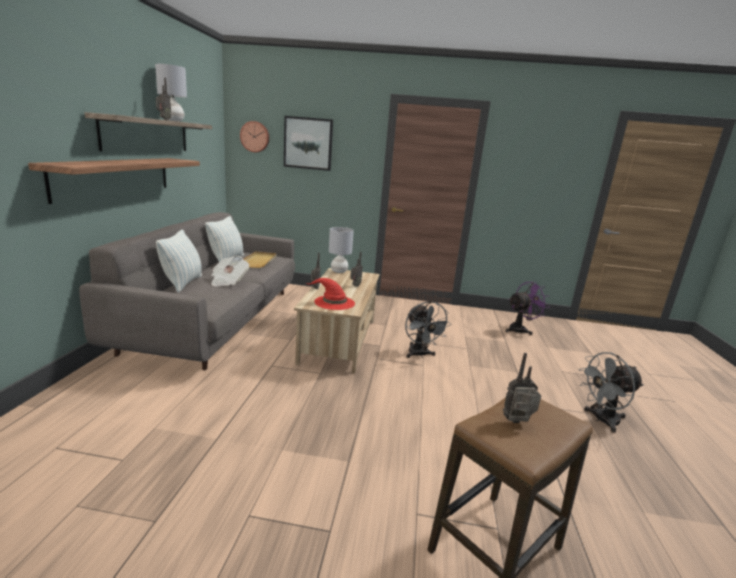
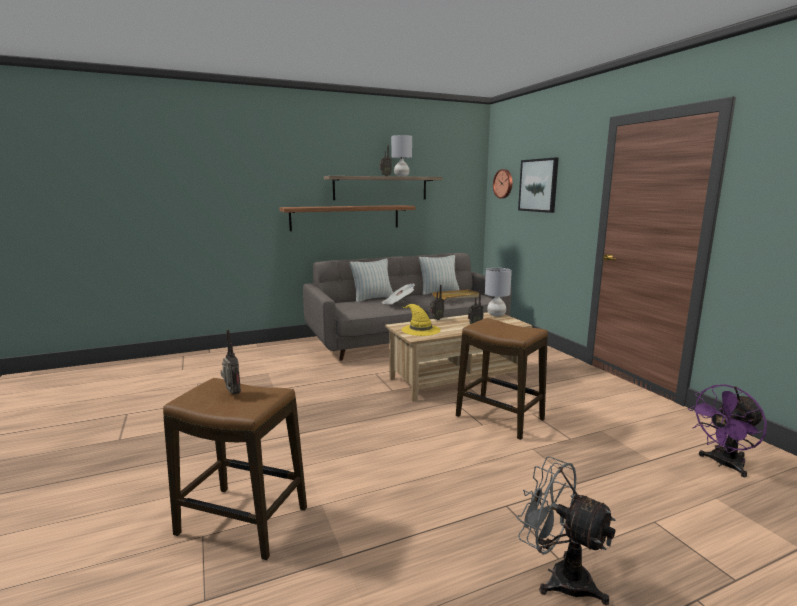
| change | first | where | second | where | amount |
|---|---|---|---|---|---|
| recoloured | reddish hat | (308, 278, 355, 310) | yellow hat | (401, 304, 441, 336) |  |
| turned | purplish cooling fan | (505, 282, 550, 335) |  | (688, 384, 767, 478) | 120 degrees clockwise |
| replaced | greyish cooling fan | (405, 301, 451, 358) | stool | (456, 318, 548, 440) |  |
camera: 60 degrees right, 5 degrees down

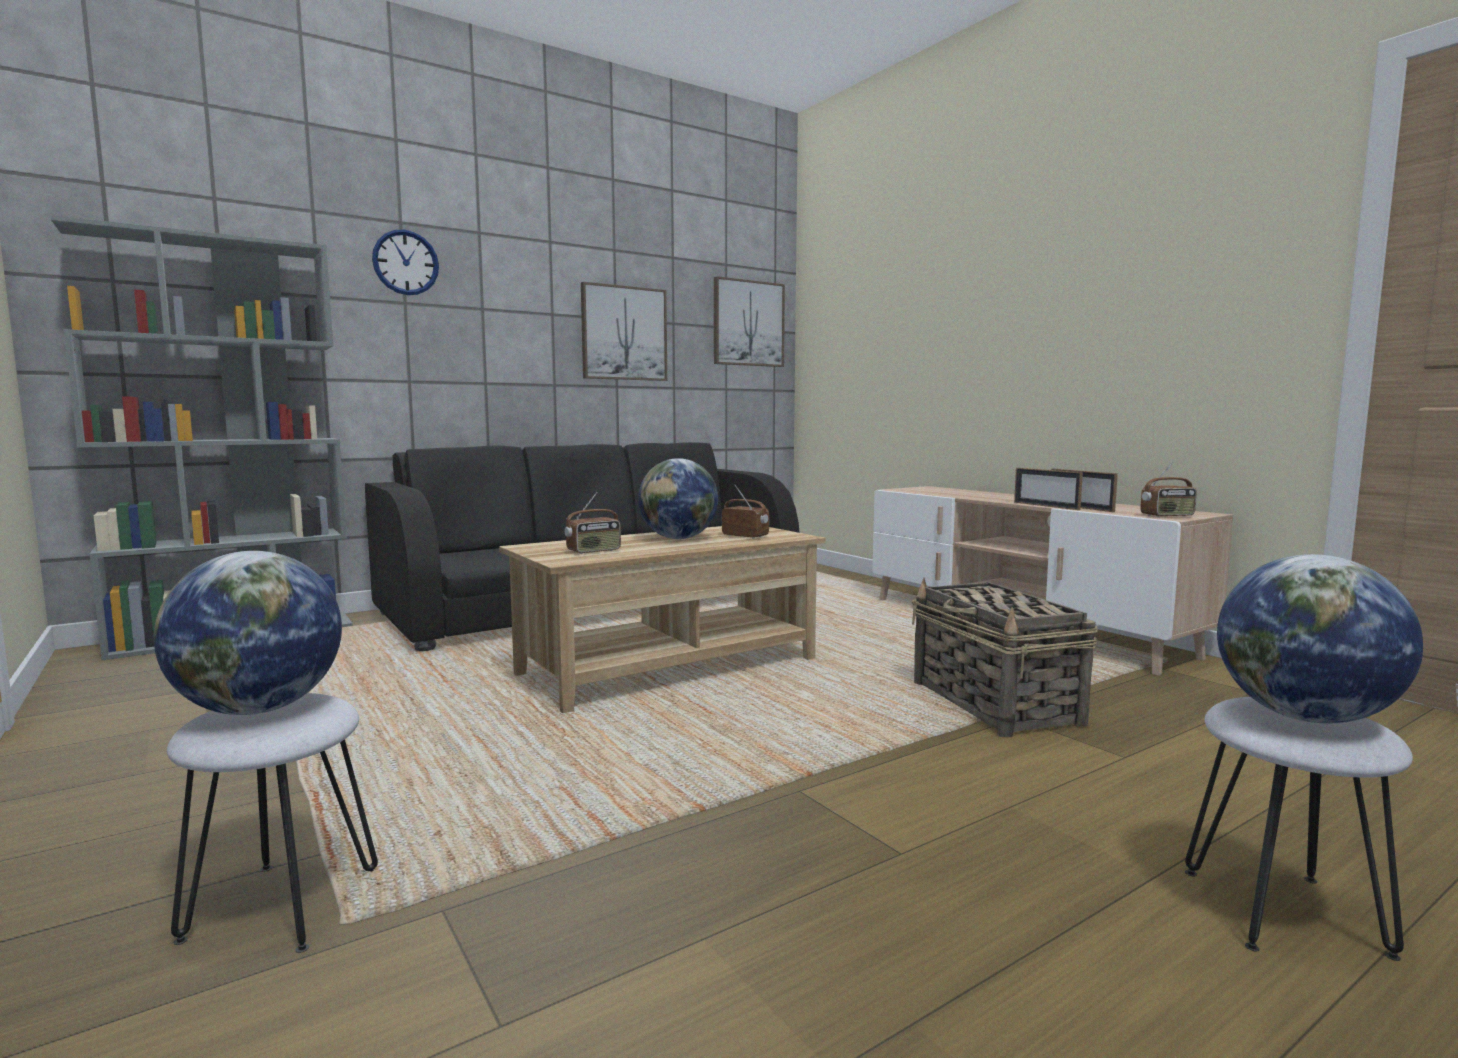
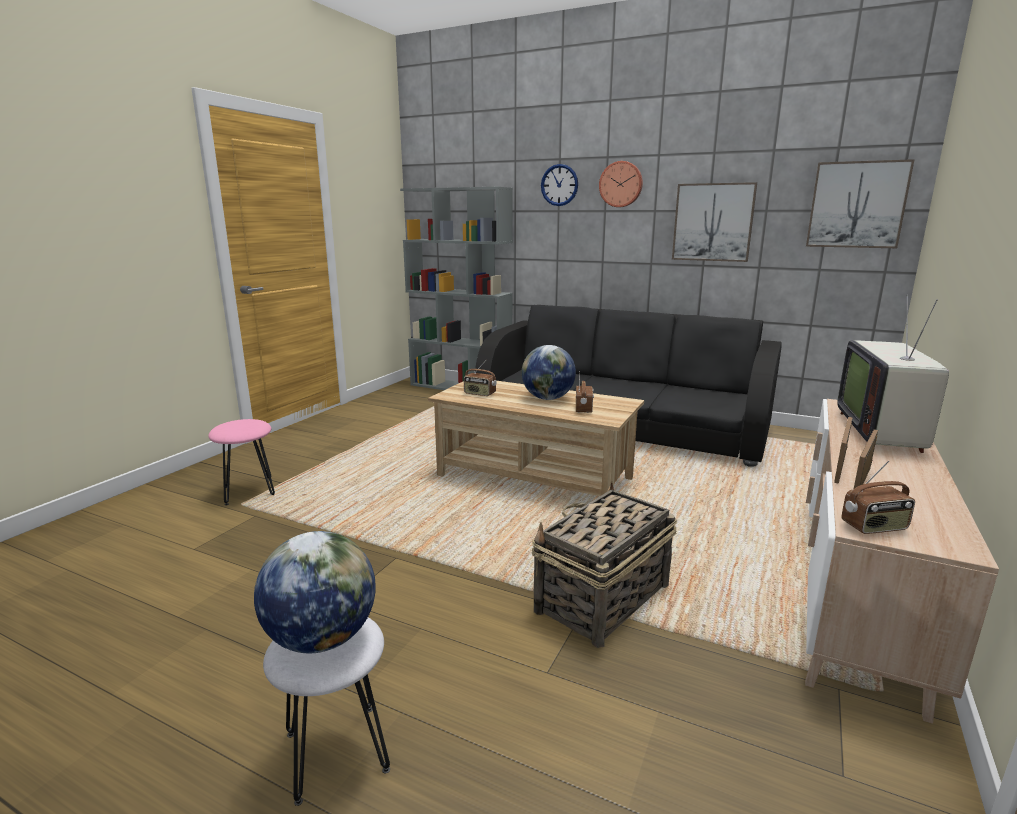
| change | first | where | second | where | amount |
|---|---|---|---|---|---|
| turned | radio receiver | (1140, 461, 1197, 517) |  | (841, 461, 915, 534) | 60 degrees counterclockwise |
| removed | desk globe | (154, 551, 342, 715) |  |  |  |
| recoloured | white-coloured stool | (167, 693, 378, 953) | pinkish stool | (208, 419, 275, 506) |  |
| added |  |  | clock on the wall | (599, 161, 643, 207) |  |
| added |  |  | television | (837, 294, 949, 453) |  |
camera: 60 degrees right, 10 degrees up

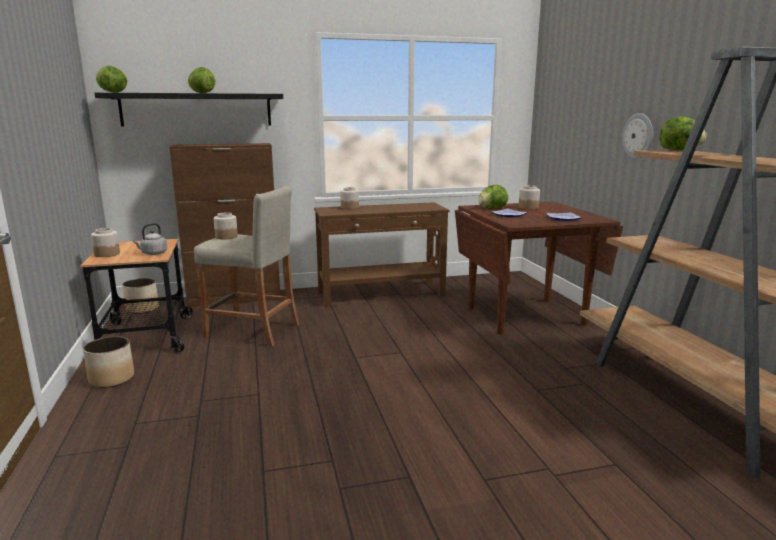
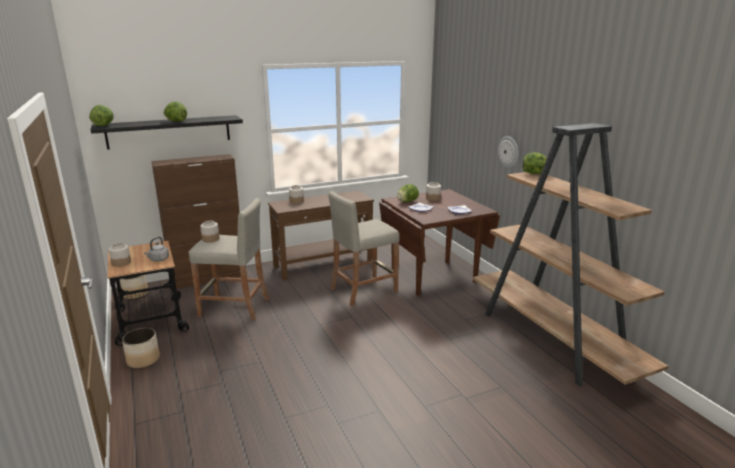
| change | first | where | second | where | amount |
|---|---|---|---|---|---|
| added |  |  | beige stool | (328, 191, 400, 306) |  |
camera: 10 degrees left, 5 degrees up

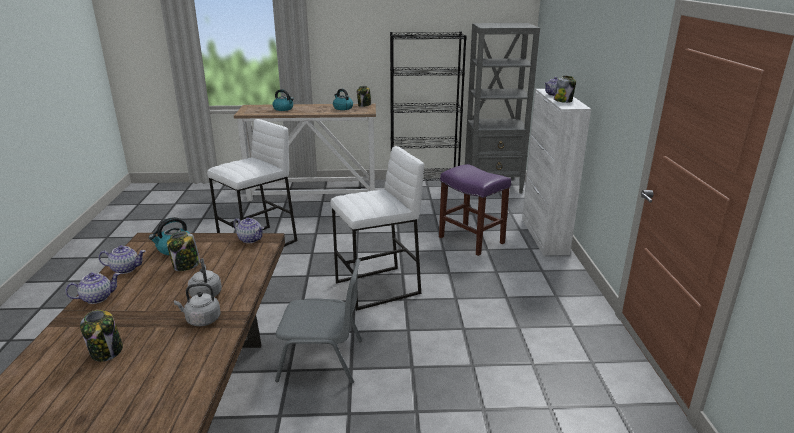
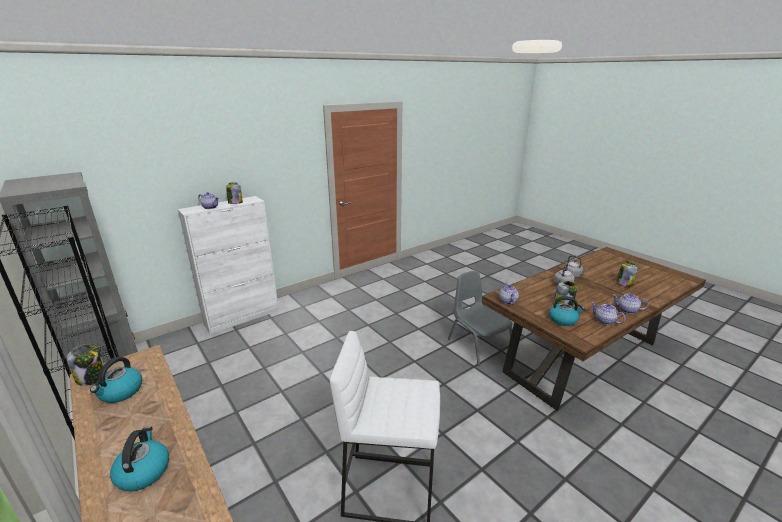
| change | first | where | second | where | amount |
|---|---|---|---|---|---|
| removed | white-coloured stool | (331, 146, 424, 311) |  |  |  |
| removed | purplish stool | (439, 164, 511, 256) |  |  |  |
camera: 125 degrees left, 0 degrees up

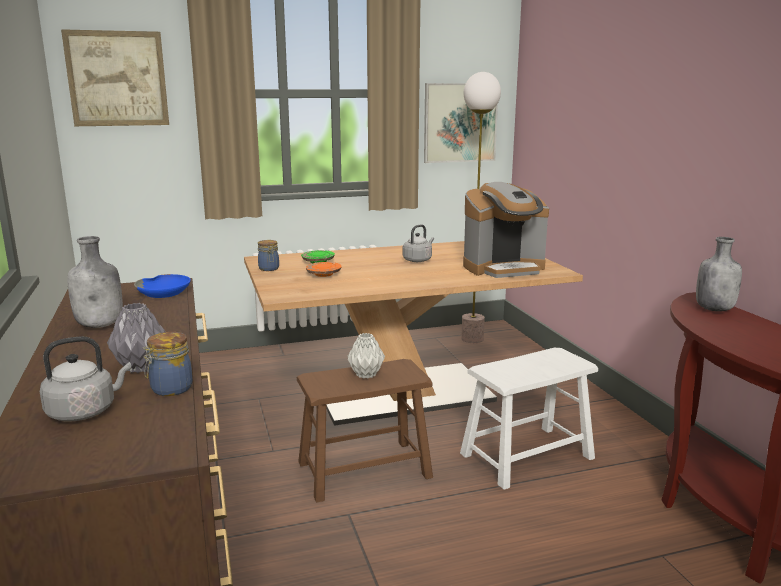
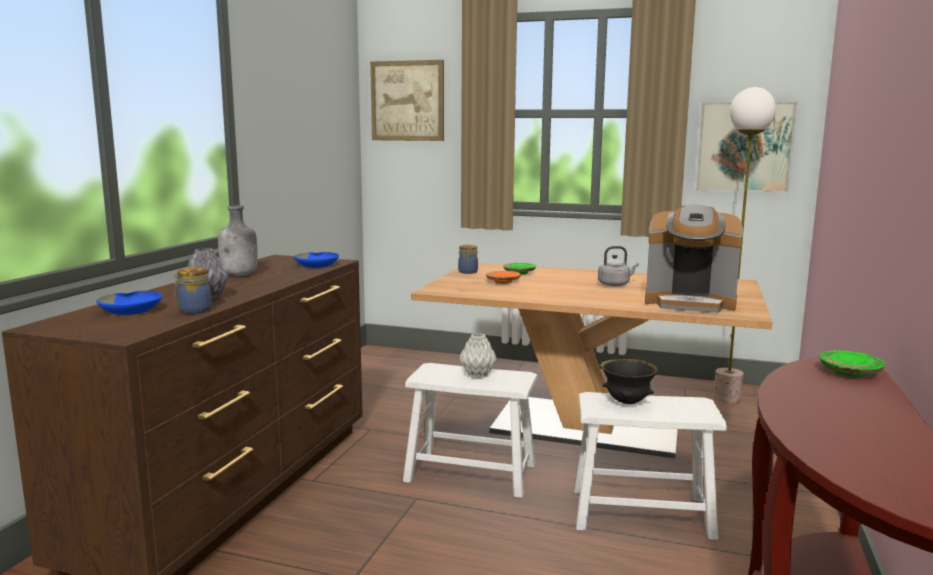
| change | first | where | second | where | amount |
|---|---|---|---|---|---|
| replaced | greyish beverage bottle | (696, 237, 742, 312) | greenish flat dish | (819, 350, 885, 377) |  |
| replaced | greyish kettle | (40, 336, 131, 422) | blue deep dish | (96, 291, 162, 315) |  |
| recoloured | brown-coloured stool | (297, 359, 433, 503) | white-coloured stool | (403, 363, 538, 498) |  |
| added |  |  | black deep dish | (601, 359, 658, 404) |  |
camera: 35 degrees right, 5 degrees down

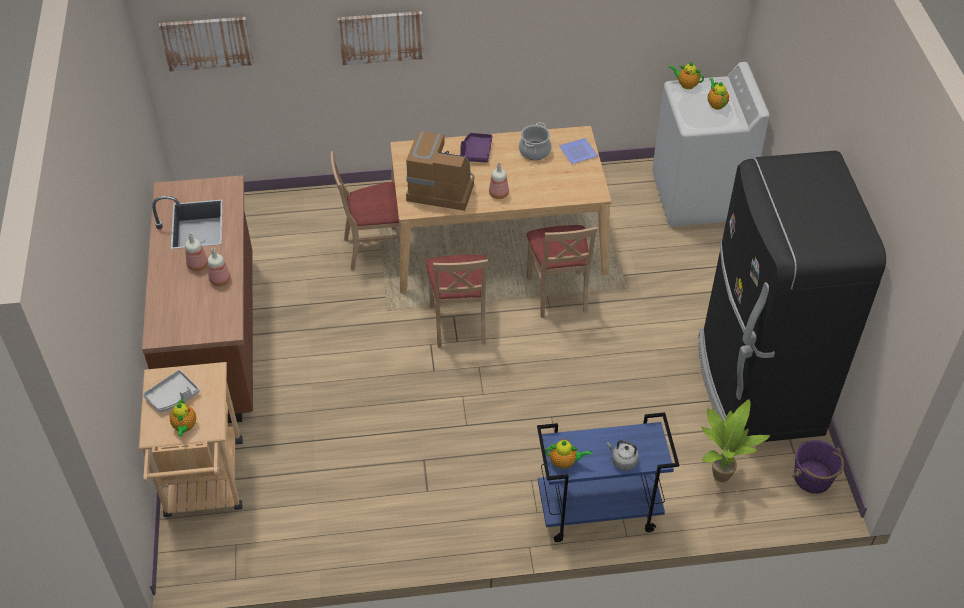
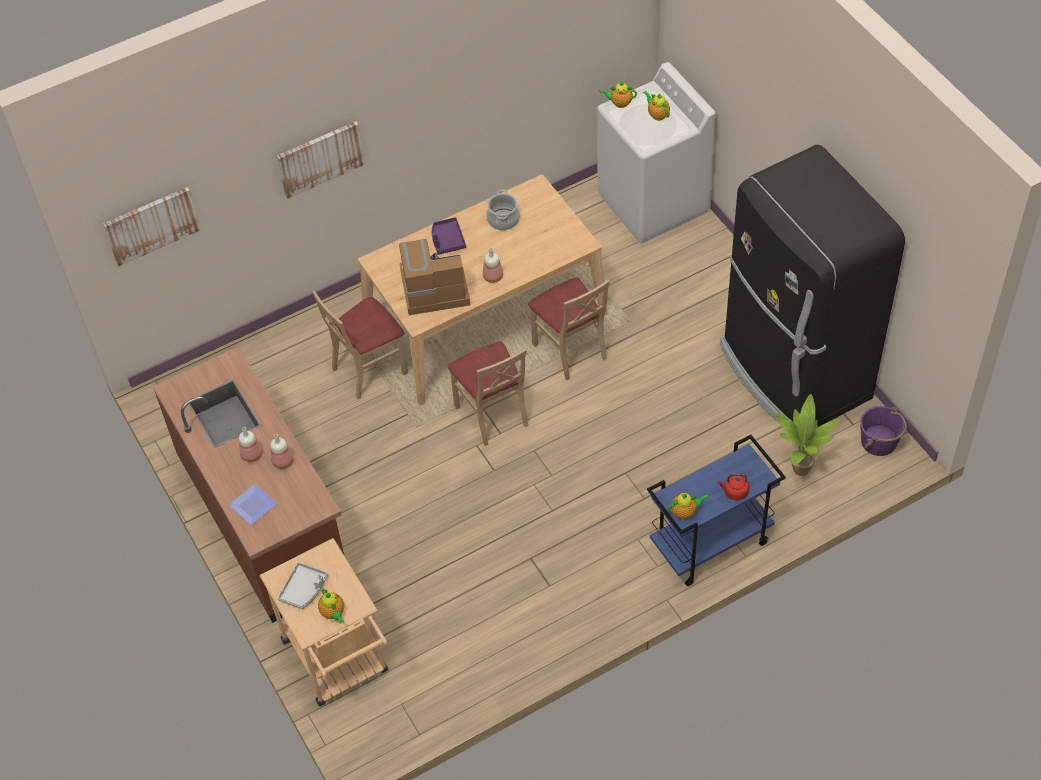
| change | first | where | second | where | amount |
|---|---|---|---|---|---|
| moved | flat dish | (559, 138, 598, 164) |  | (229, 484, 277, 525) |  |
| recoloured | greyish kettle | (607, 440, 639, 470) | reddish kettle | (717, 474, 749, 500) |  |
camera: 20 degrees left, 5 degrees up

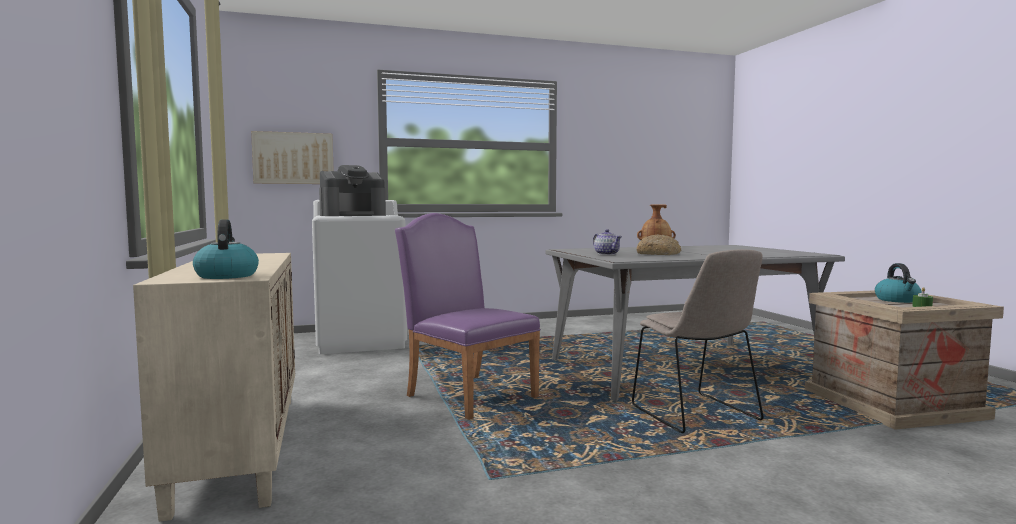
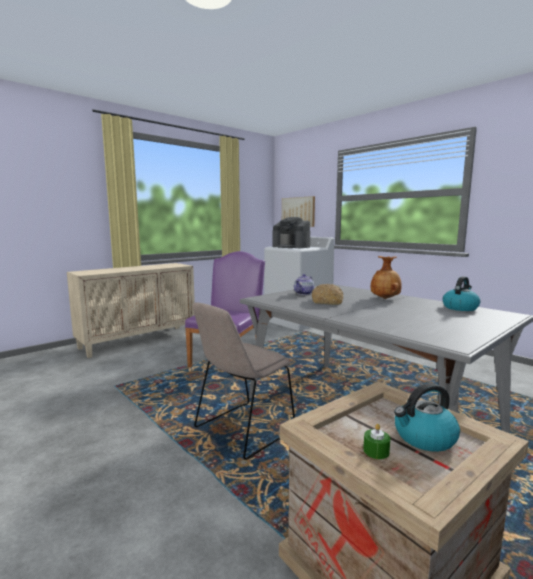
| change | first | where | second | where | amount |
|---|---|---|---|---|---|
| moved | kettle | (193, 219, 259, 279) |  | (443, 276, 480, 311) |  |
camera: 65 degrees right, 5 degrees up

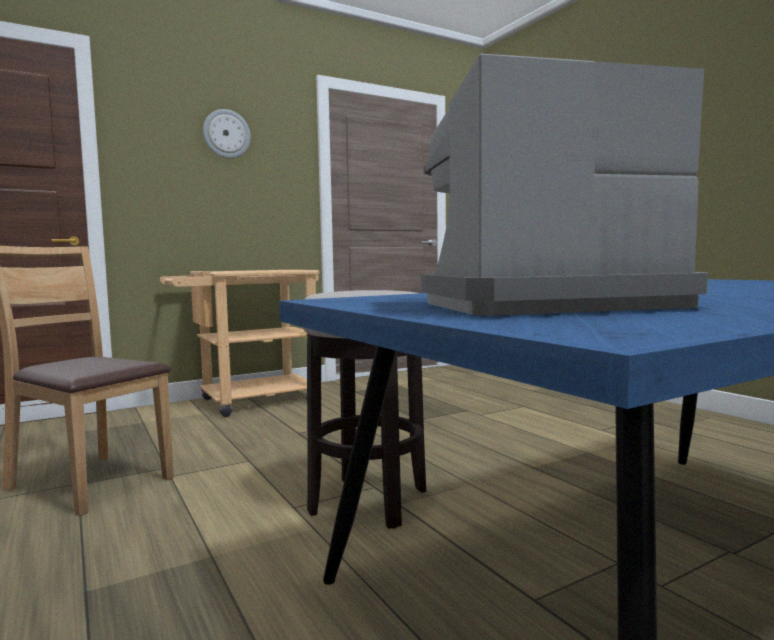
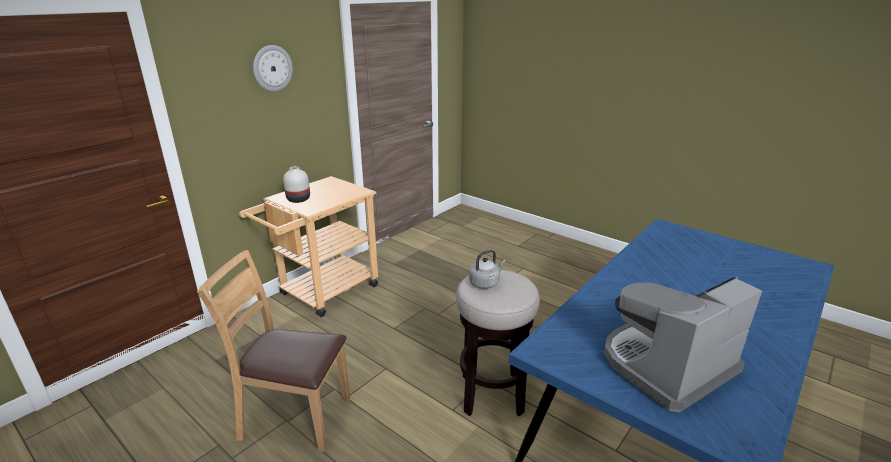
| change | first | where | second | where | amount |
|---|---|---|---|---|---|
| added |  |  | white-coloured vase | (283, 166, 310, 203) |  |
| added |  |  | greyish kettle | (469, 250, 506, 289) |  |
camera: 20 degrees left, 20 degrees up

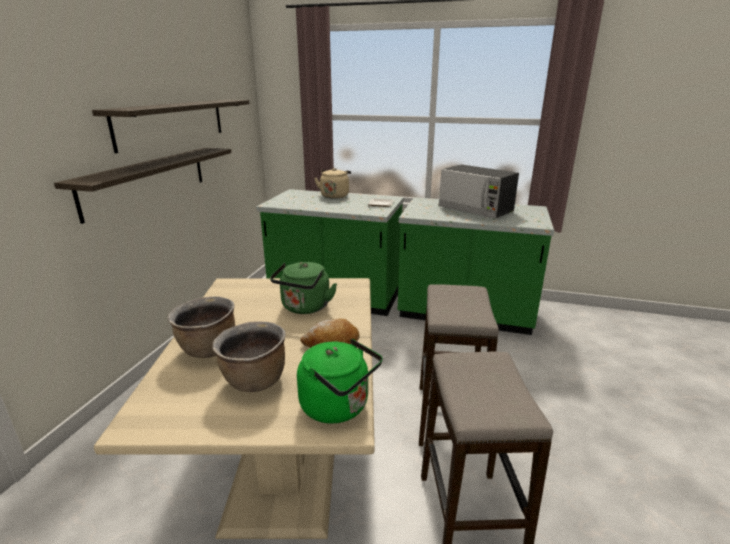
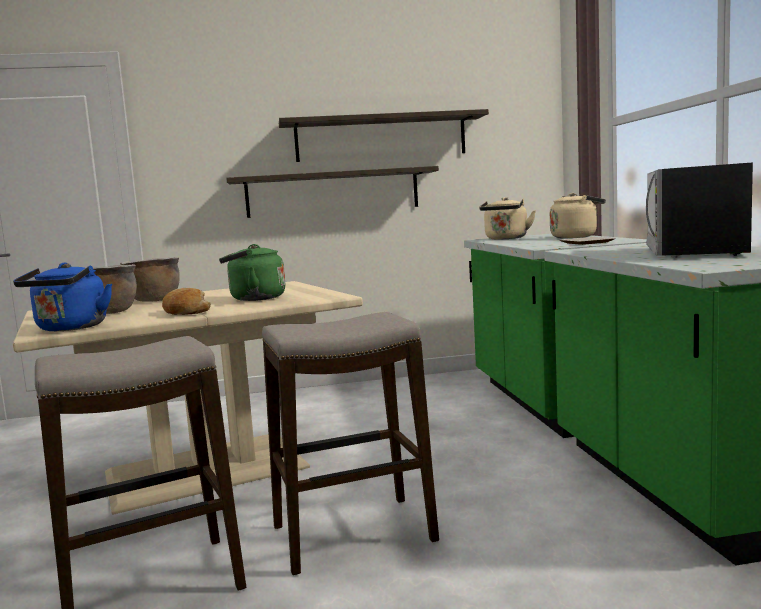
| change | first | where | second | where | amount |
|---|---|---|---|---|---|
| recoloured | greenish kettle | (297, 339, 382, 424) | blue kettle | (13, 263, 112, 331) |  |
| added |  |  | beige kettle | (479, 197, 536, 240) |  |
camera: 65 degrees right, 15 degrees down

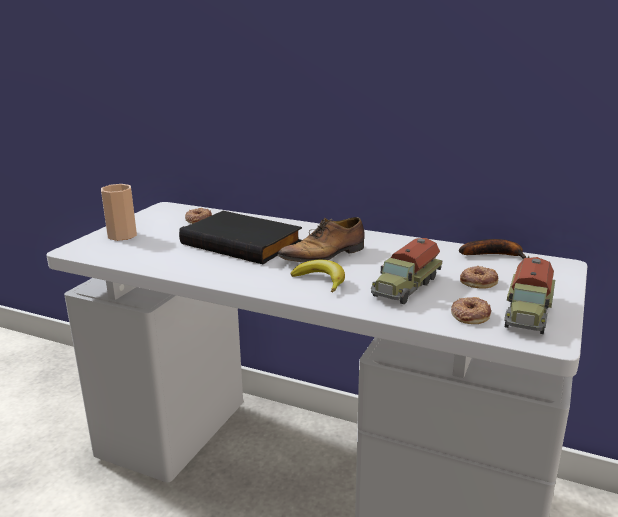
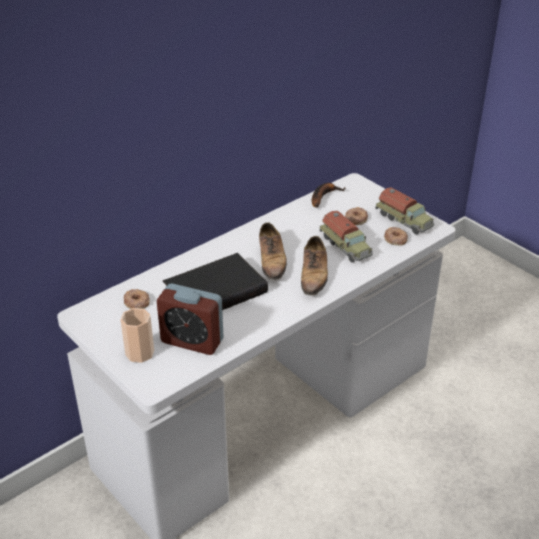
| change | first | where | second | where | amount |
|---|---|---|---|---|---|
| replaced | banana fruit | (290, 260, 345, 293) | low shoe | (301, 236, 328, 295) |  |
| added |  |  | alarm clock | (157, 283, 223, 355) |  |
camera: 65 degrees left, 15 degrees up

